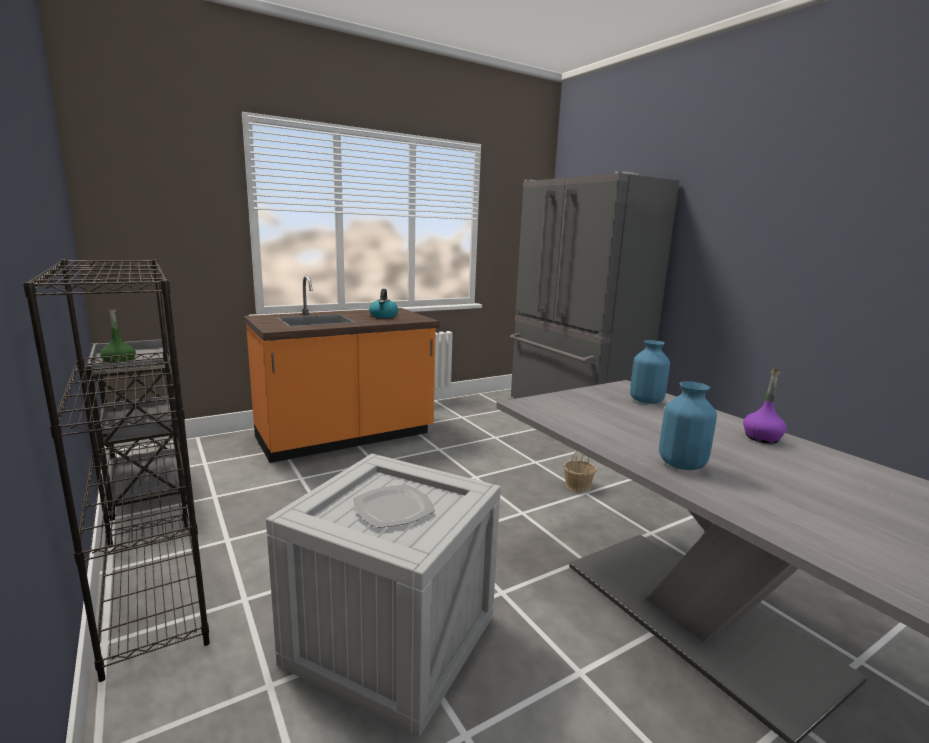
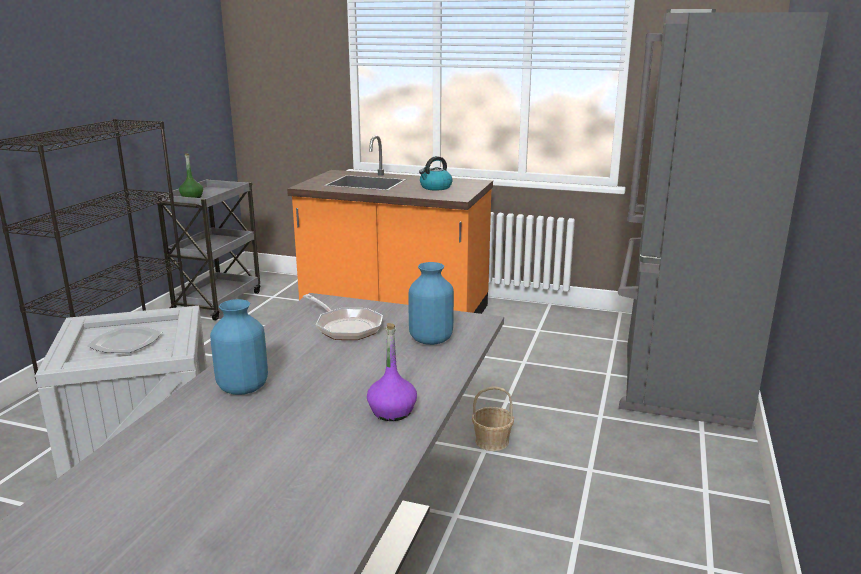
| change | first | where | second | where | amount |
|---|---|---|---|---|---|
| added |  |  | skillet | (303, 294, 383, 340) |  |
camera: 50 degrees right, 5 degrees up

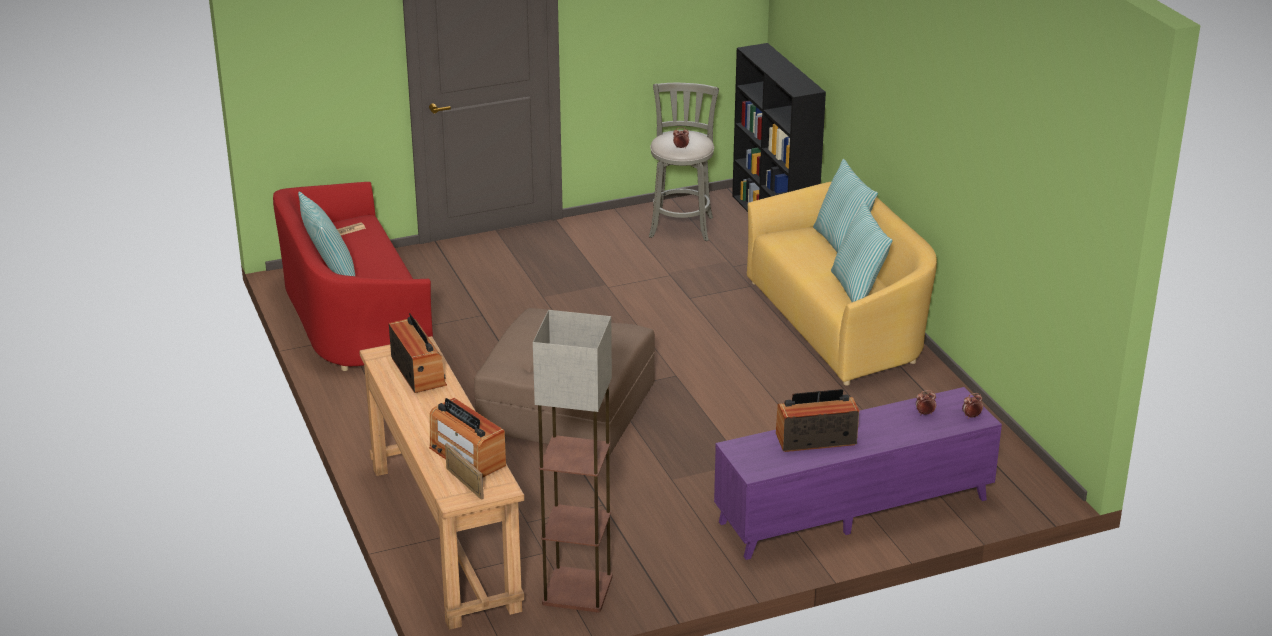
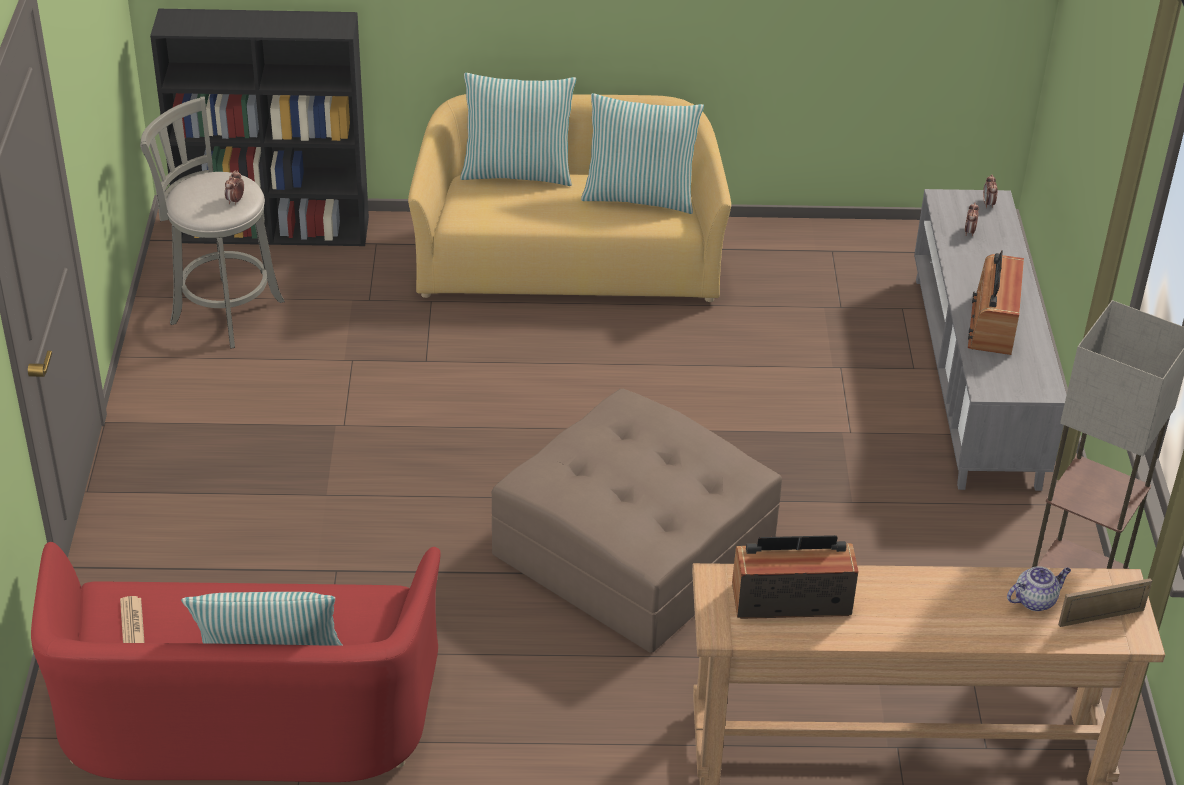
| change | first | where | second | where | amount |
|---|---|---|---|---|---|
| recoloured | purplish tv unit | (714, 387, 1002, 560) | greyish tv unit | (914, 189, 1066, 491) |  |
| replaced | radio receiver | (429, 398, 506, 477) | pot for tea | (1007, 566, 1071, 611) |  |
camera: 70 degrees left, 10 degrees up

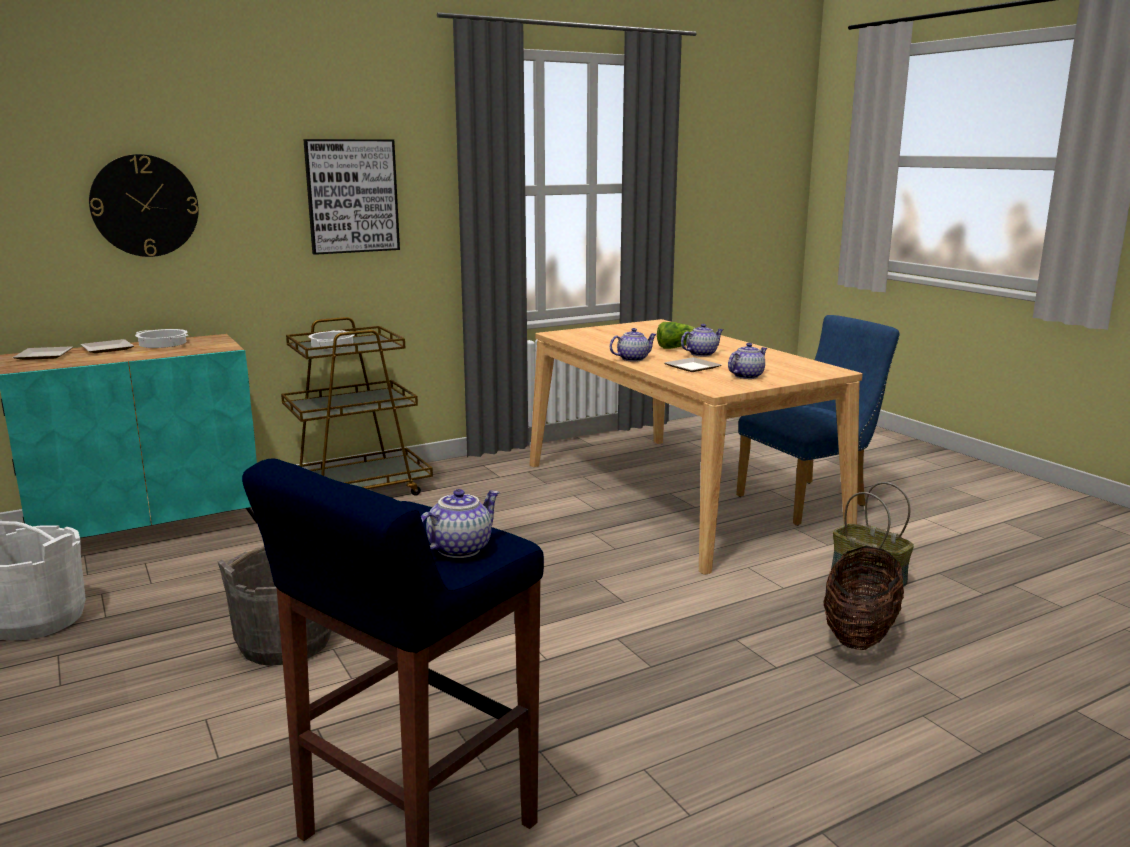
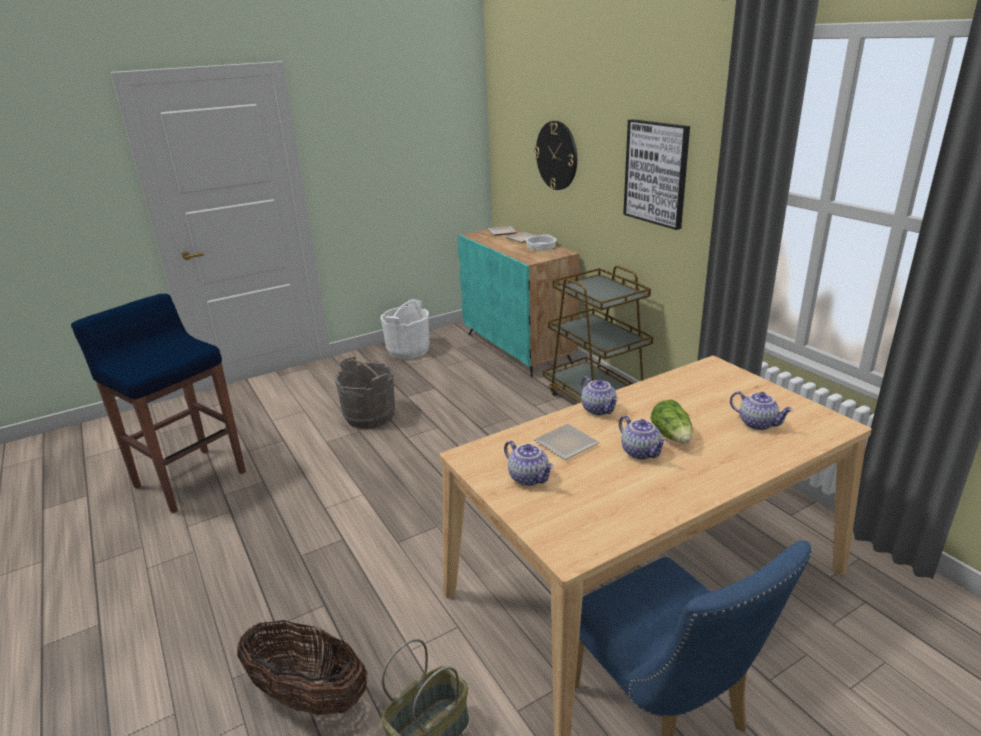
| change | first | where | second | where | amount |
|---|---|---|---|---|---|
| removed | stockpot | (309, 330, 355, 349) |  |  |  |
| moved | pot for tea | (421, 489, 500, 558) |  | (730, 391, 793, 430) |  |
camera: 90 degrees right, 10 degrees up

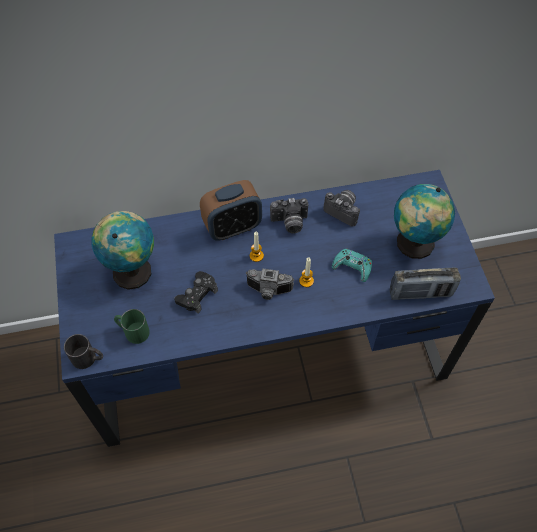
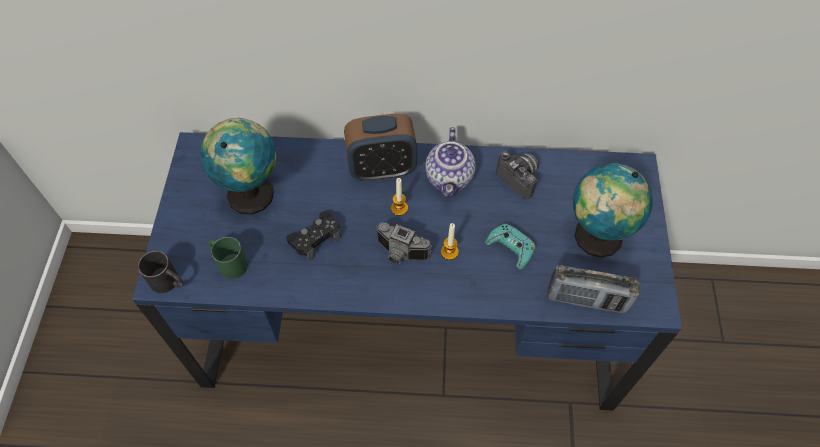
| change | first | where | second | where | amount |
|---|---|---|---|---|---|
| replaced | photo camera | (270, 198, 308, 233) | pot for tea | (425, 127, 476, 197) |  |
camera: 15 degrees right, 0 degrees up

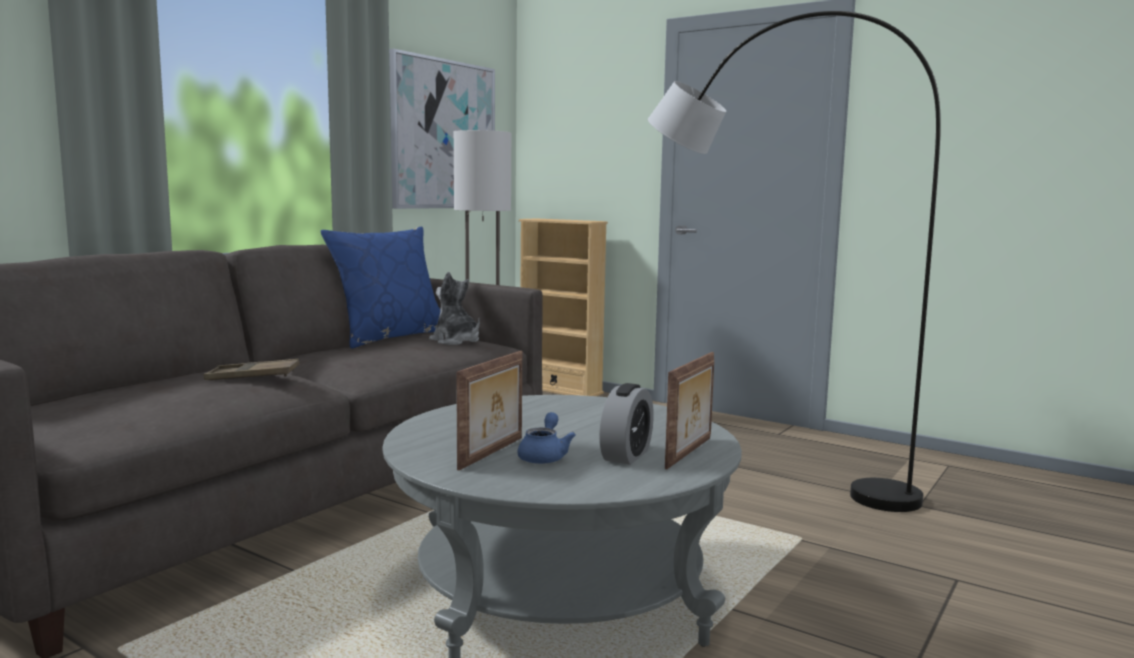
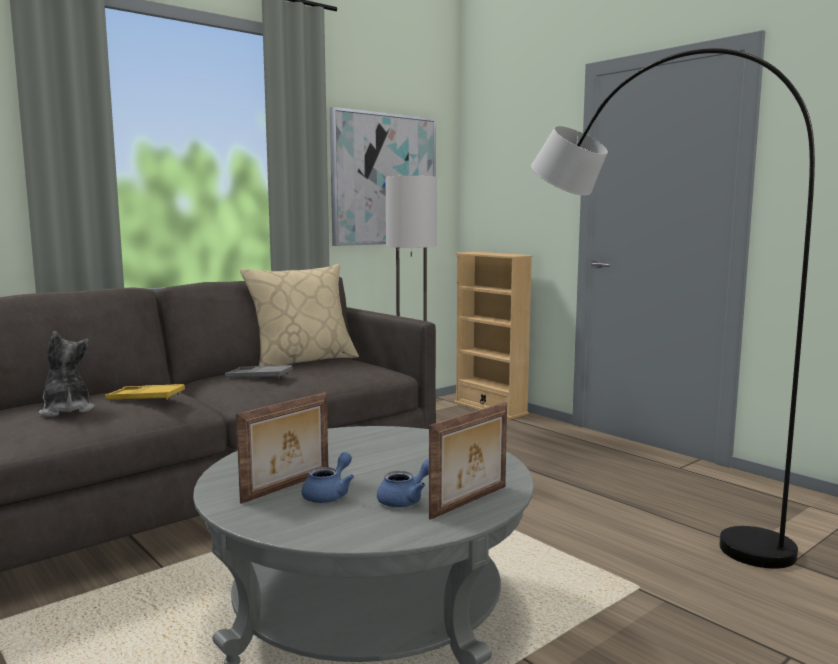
| change | first | where | second | where | amount |
|---|---|---|---|---|---|
| recoloured | blue cushion | (321, 227, 440, 348) | beige cushion | (240, 264, 359, 366) |  |
| moved | soft toy | (429, 272, 480, 345) |  | (39, 331, 95, 417) |  |
| recoloured | brown-coloured tray | (203, 359, 299, 380) | yellow tray | (105, 384, 185, 400) |  |
| replaced | alarm clock | (599, 383, 654, 465) | blue pot for tea | (377, 459, 429, 507) |  |
| added |  |  | greyish tray | (225, 365, 293, 378) |  |
camera: 15 degrees right, 0 degrees up

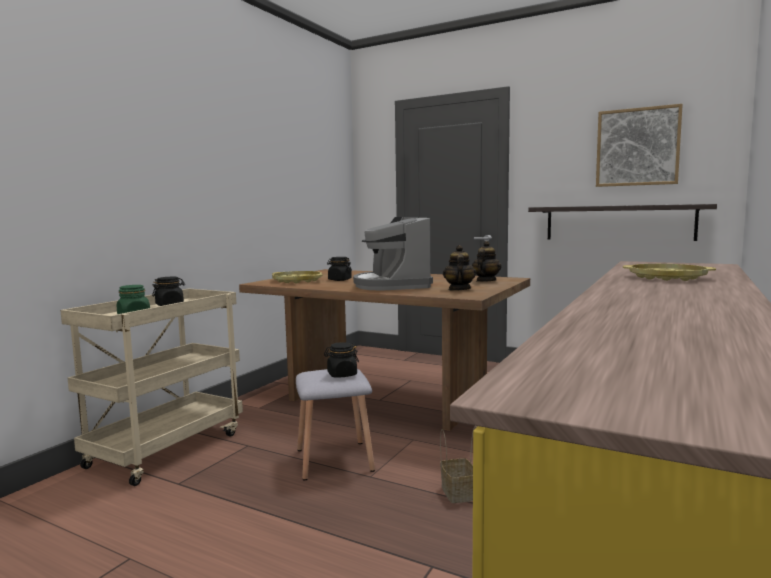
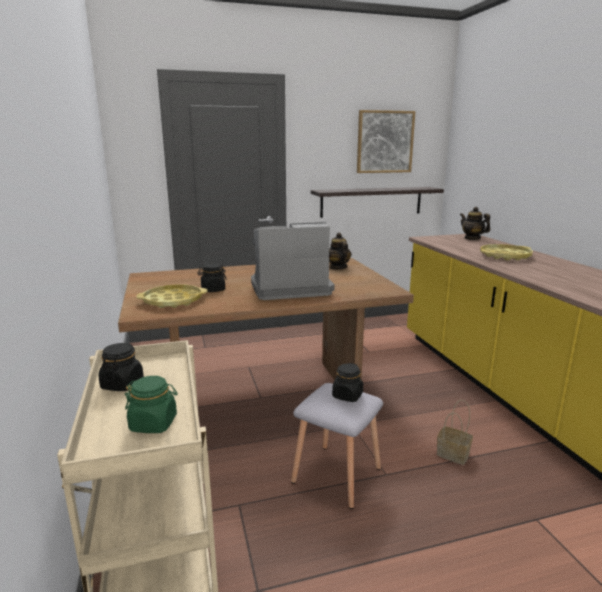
| change | first | where | second | where | amount |
|---|---|---|---|---|---|
| turned | coffee brewer | (353, 217, 433, 290) |  | (251, 222, 335, 300) | 135 degrees clockwise |
| moved | pot for tea | (443, 245, 477, 291) |  | (460, 207, 490, 240) |  |
camera: 45 degrees left, 10 degrees up

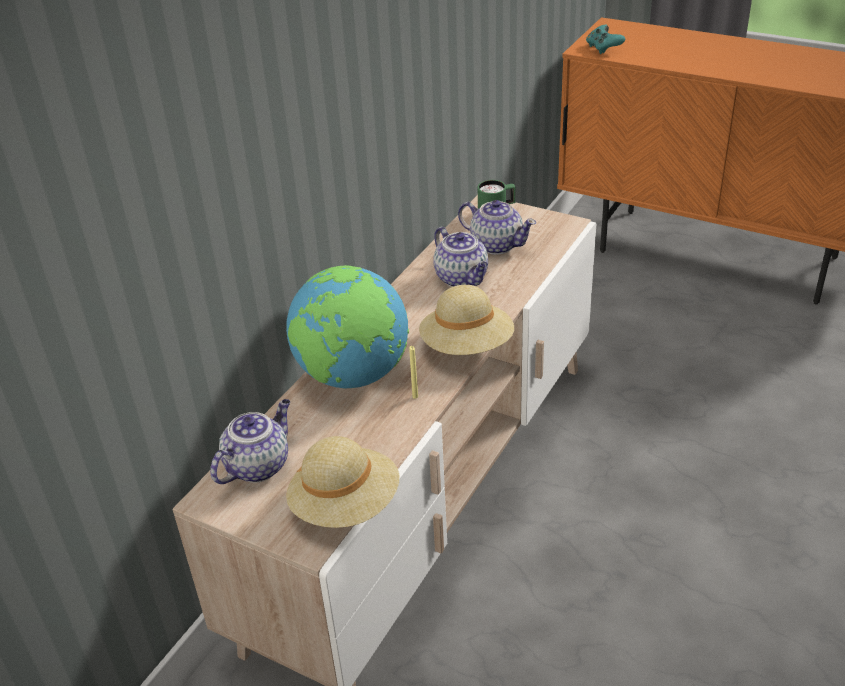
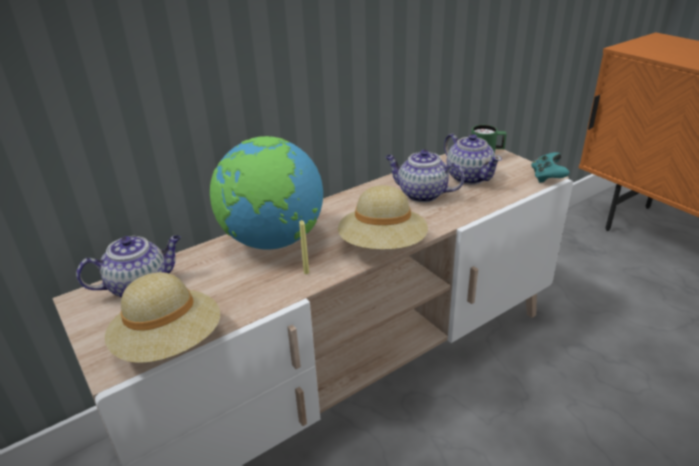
| change | first | where | second | where | amount |
|---|---|---|---|---|---|
| moved | turquoise-coloured joypad | (586, 24, 625, 54) |  | (531, 152, 570, 183) |  |
| turned | pot for tea | (433, 227, 488, 287) |  | (385, 150, 465, 202) | 120 degrees clockwise |
camera: 25 degrees right, 5 degrees down

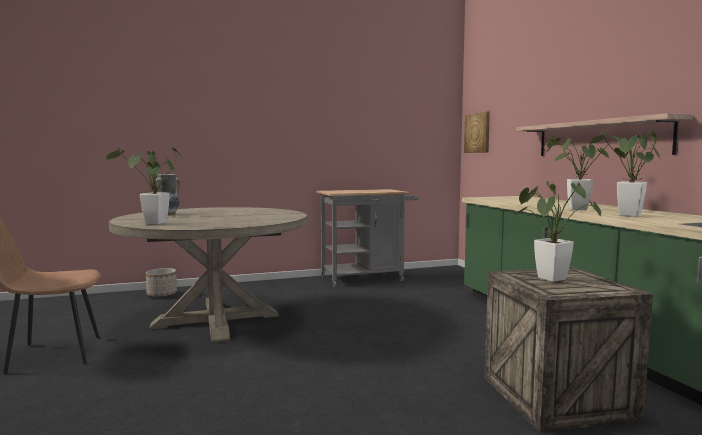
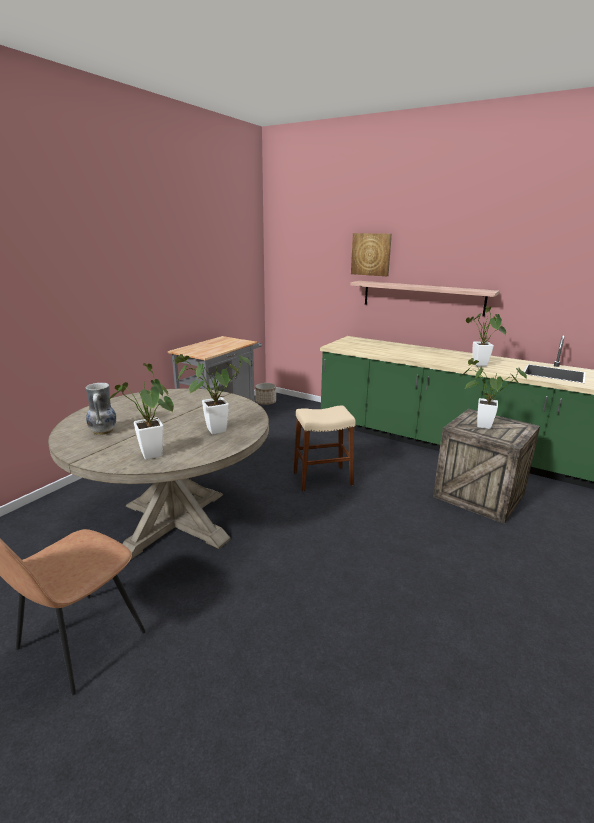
| change | first | where | second | where | amount |
|---|---|---|---|---|---|
| moved | wall picture | (464, 111, 490, 153) |  | (351, 233, 392, 276) |  |
| moved | houseplant | (545, 133, 620, 210) |  | (174, 354, 251, 434) |  |
| moved | planter | (146, 268, 177, 297) |  | (255, 383, 276, 405) |  |
| added |  |  | beige stool | (293, 405, 356, 491) |  |
camera: 40 degrees left, 15 degrees up

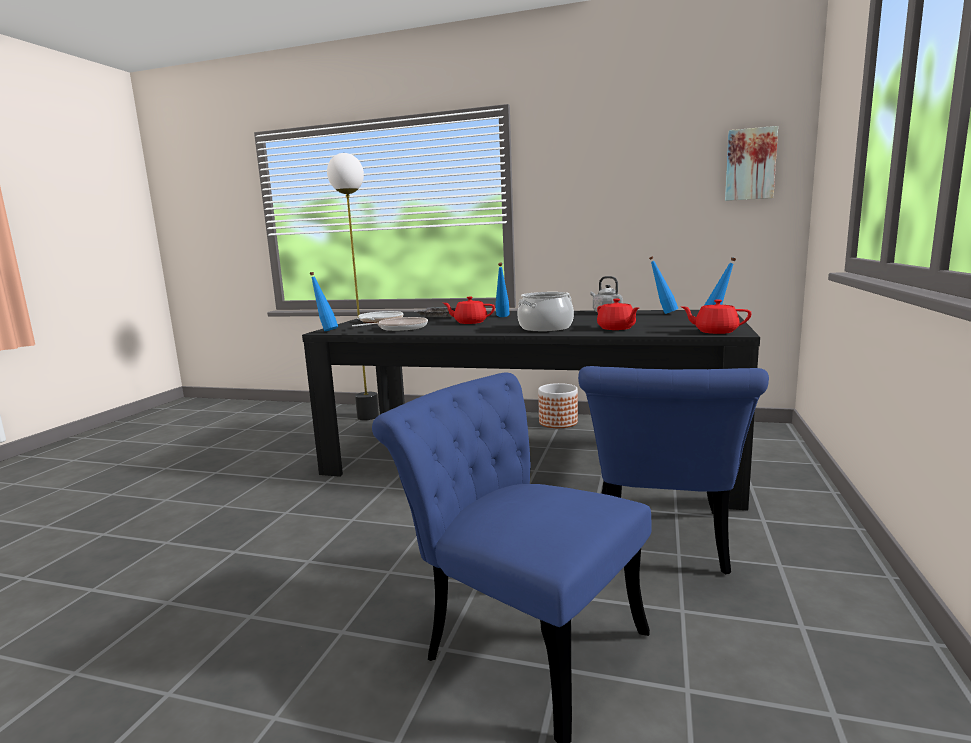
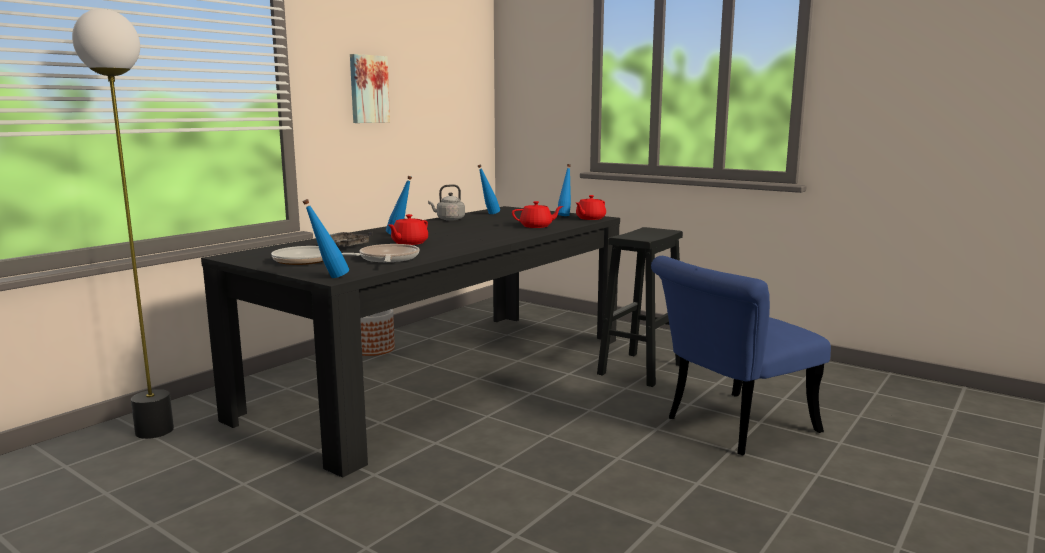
| change | first | where | second | where | amount |
|---|---|---|---|---|---|
| moved | wall picture | (725, 126, 778, 201) |  | (350, 54, 390, 123) |  |
| removed | stockpot | (517, 292, 574, 332) |  |  |  |
| replaced | blue plain chair | (578, 366, 769, 574) | black stool | (597, 227, 683, 387) |  |
camera: 70 degrees left, 0 degrees up

